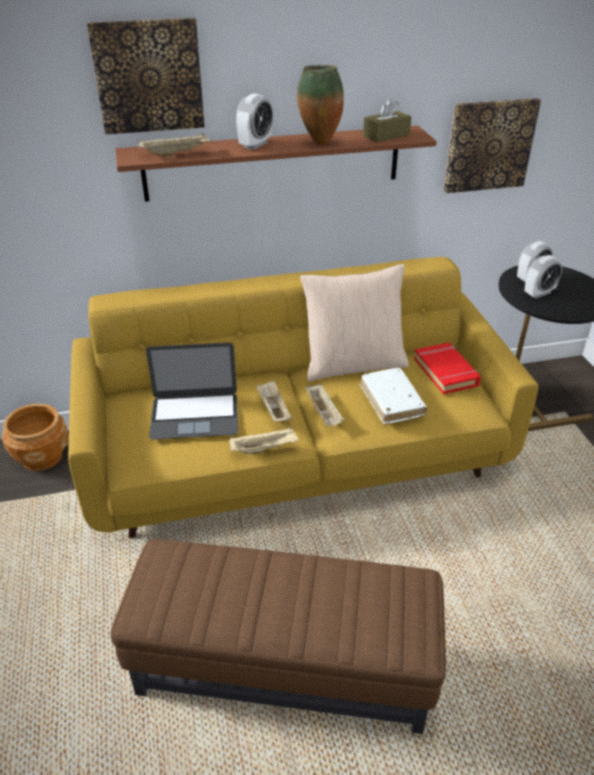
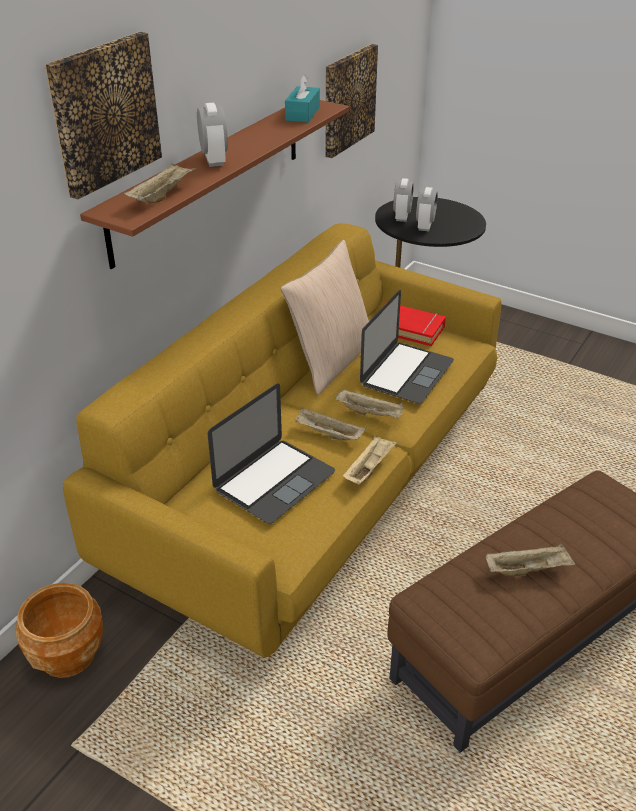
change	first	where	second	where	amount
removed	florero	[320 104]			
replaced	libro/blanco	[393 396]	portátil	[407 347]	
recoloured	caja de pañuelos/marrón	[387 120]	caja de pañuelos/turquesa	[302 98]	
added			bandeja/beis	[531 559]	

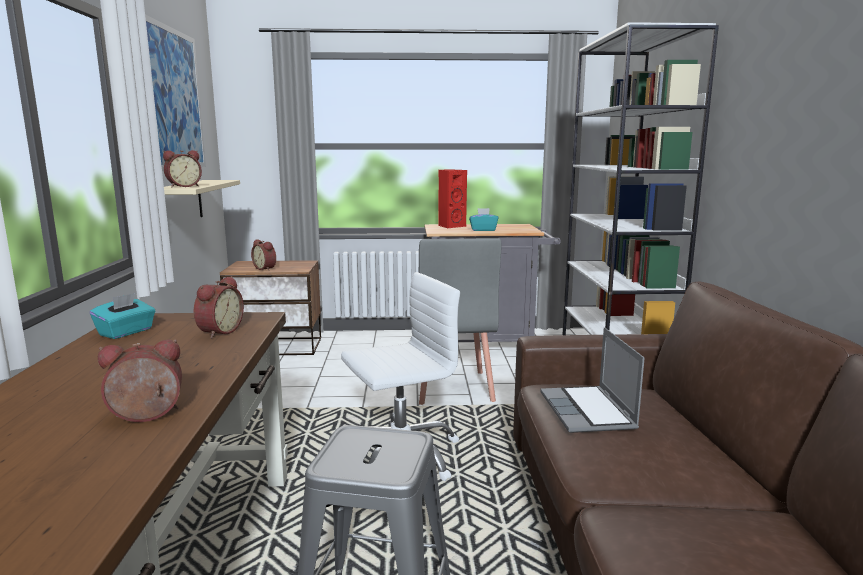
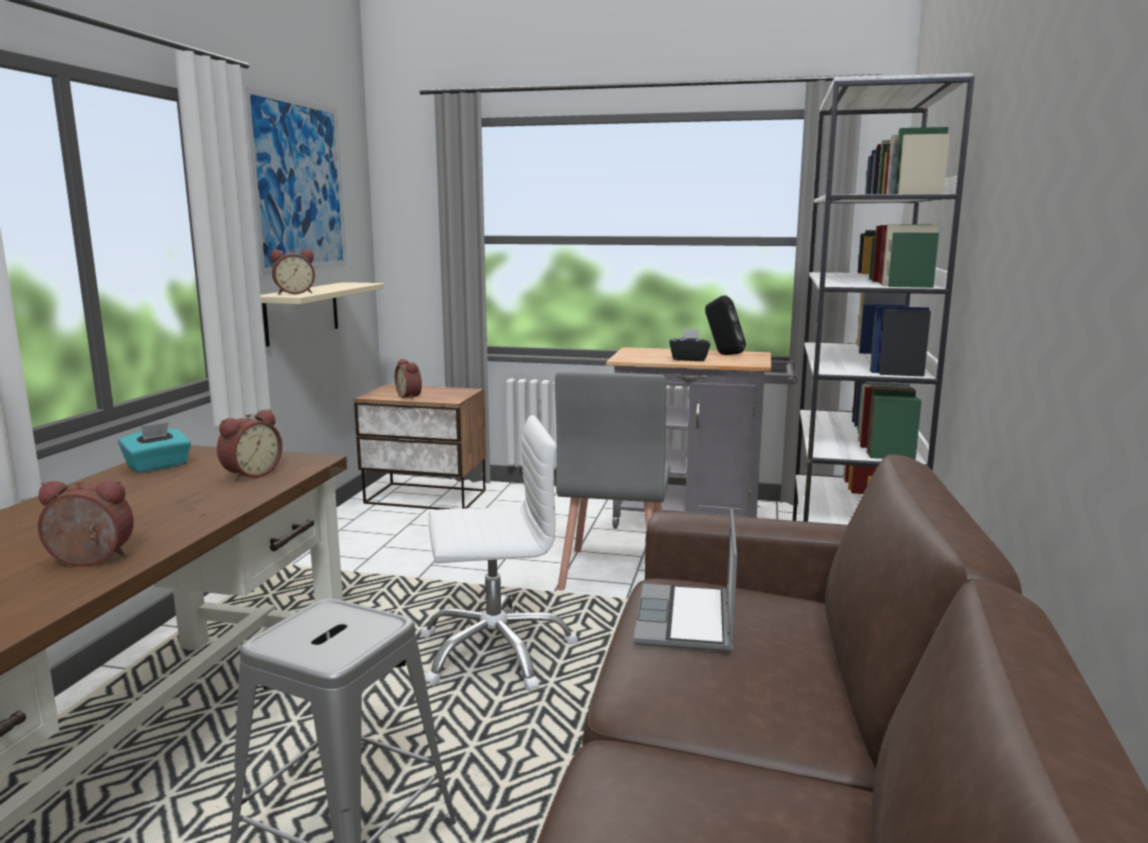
change	first	where	second	where	amount
removed	altavoz/rojo	[452 198]			
recoloured	caja de pañuelos/turquesa	[483 219]	caja de pañuelos/negro	[690 345]	
added			altavoz/negro	[725 325]	

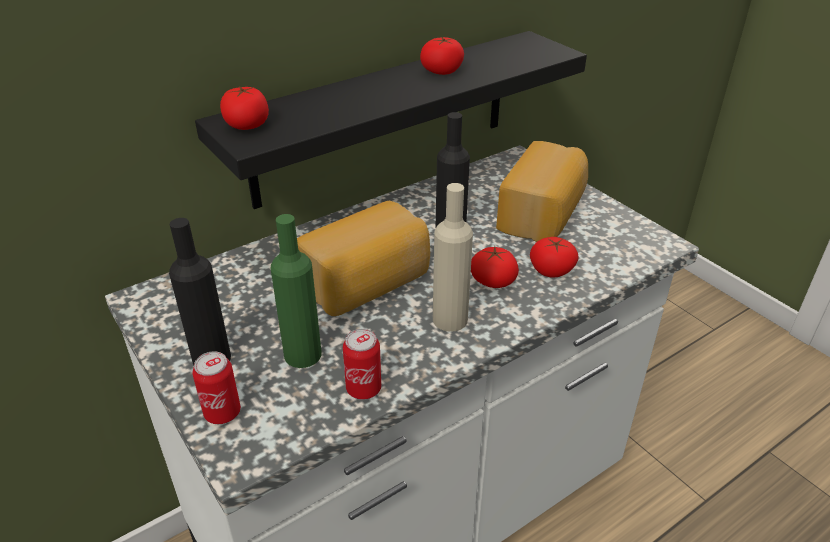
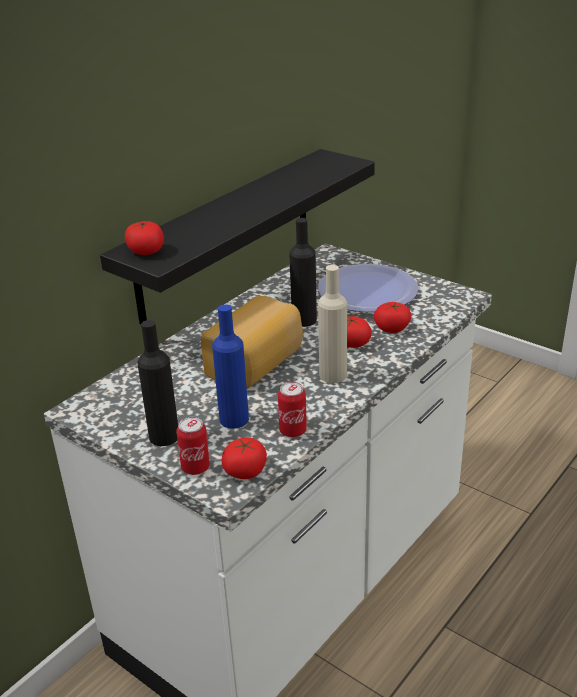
change	first	where	second	where	amount
recoloured	botella/verde	[296 291]	botella/azul	[230 366]	
moved	tomate	[442 56]		[244 458]	
replaced	pan	[542 191]	plato	[368 288]	

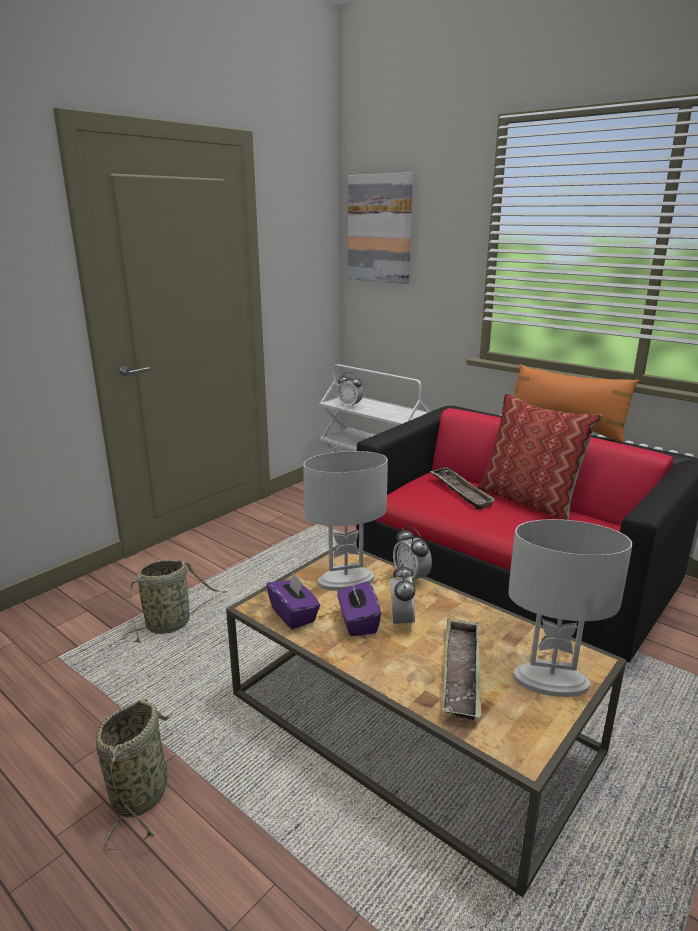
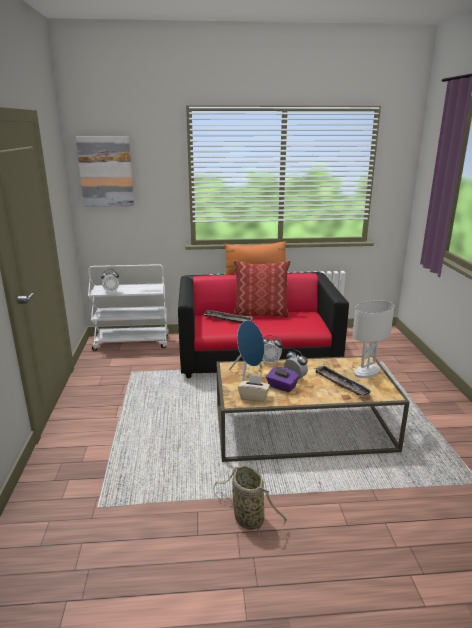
change	first	where	second	where	amount
removed	cesta	[174 601]			
recoloured	caja de pañuelos/morado	[293 601]	caja de pañuelos/beis	[254 388]	
replaced	lámpara de mesa/blanco	[345 521]	altavoz/azul	[247 350]	

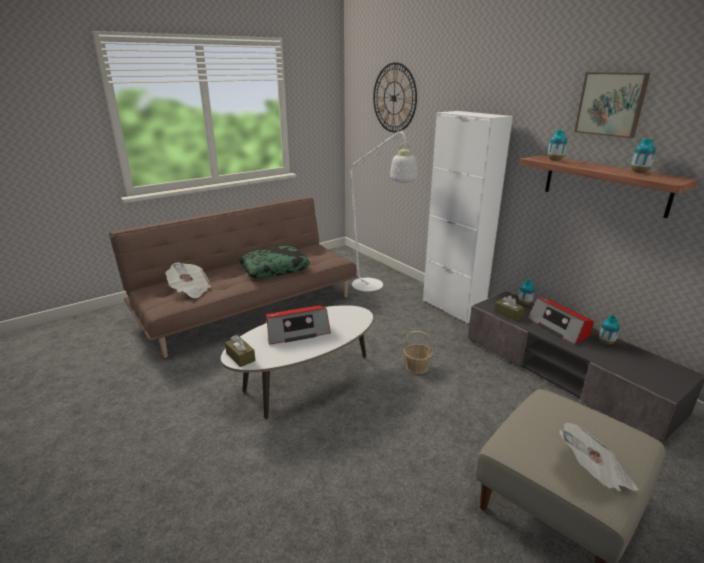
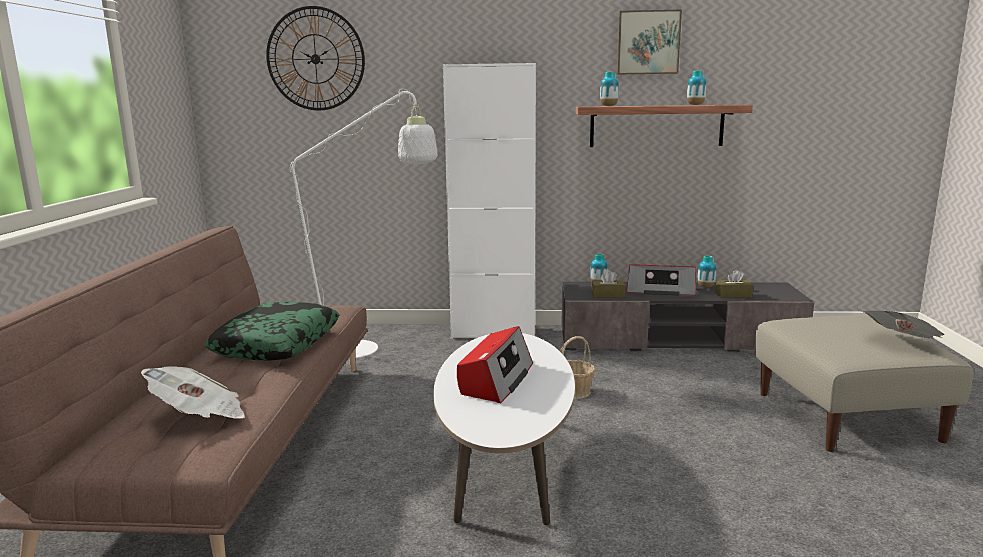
change	first	where	second	where	amount
moved	caja de pañuelos/marrón	[240 351]		[734 284]	

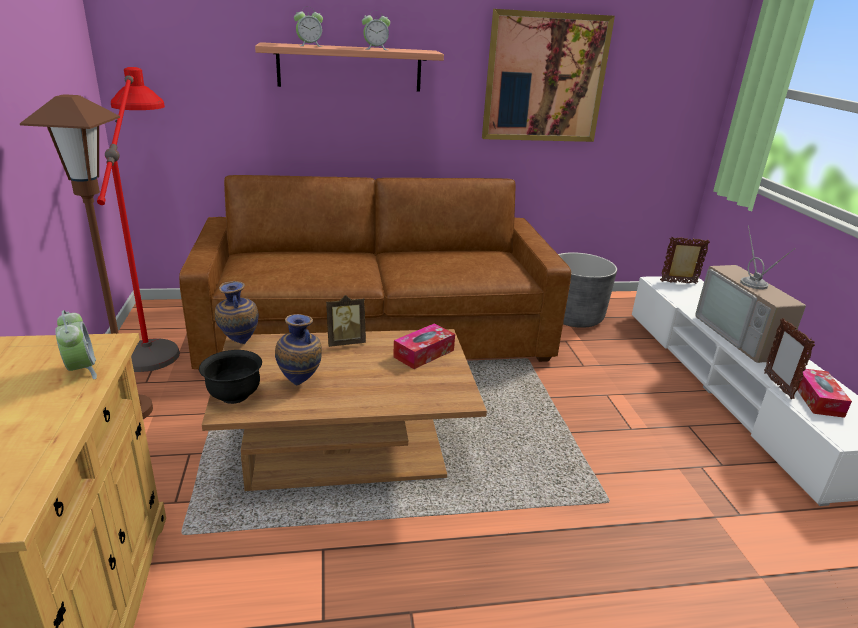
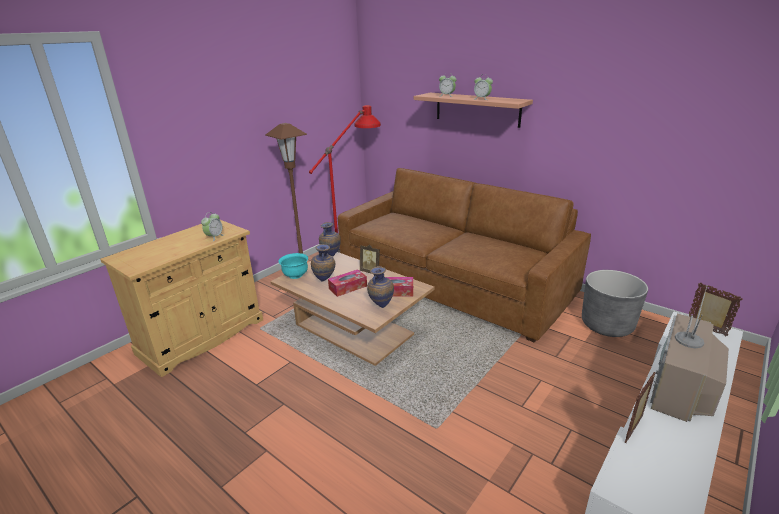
change	first	where	second	where	amount
recoloured	cuenco/negro	[230 377]	cuenco/turquesa	[293 266]	
removed	cuadro	[548 75]			
moved	caja de pañuelos	[824 393]		[347 283]	
added			florero	[380 287]	

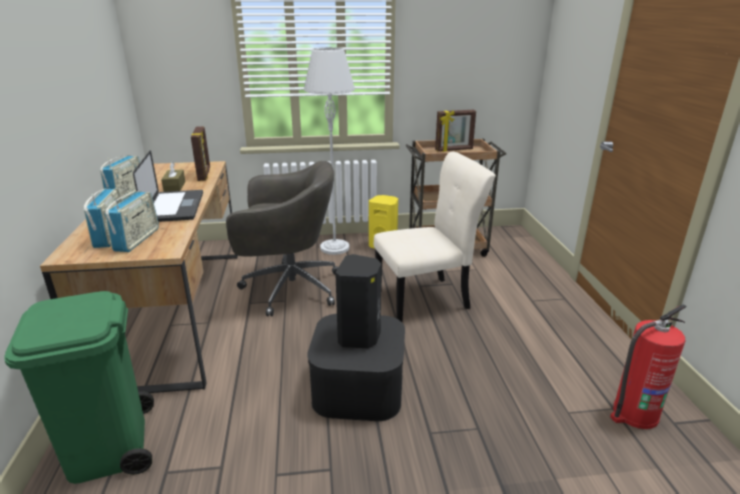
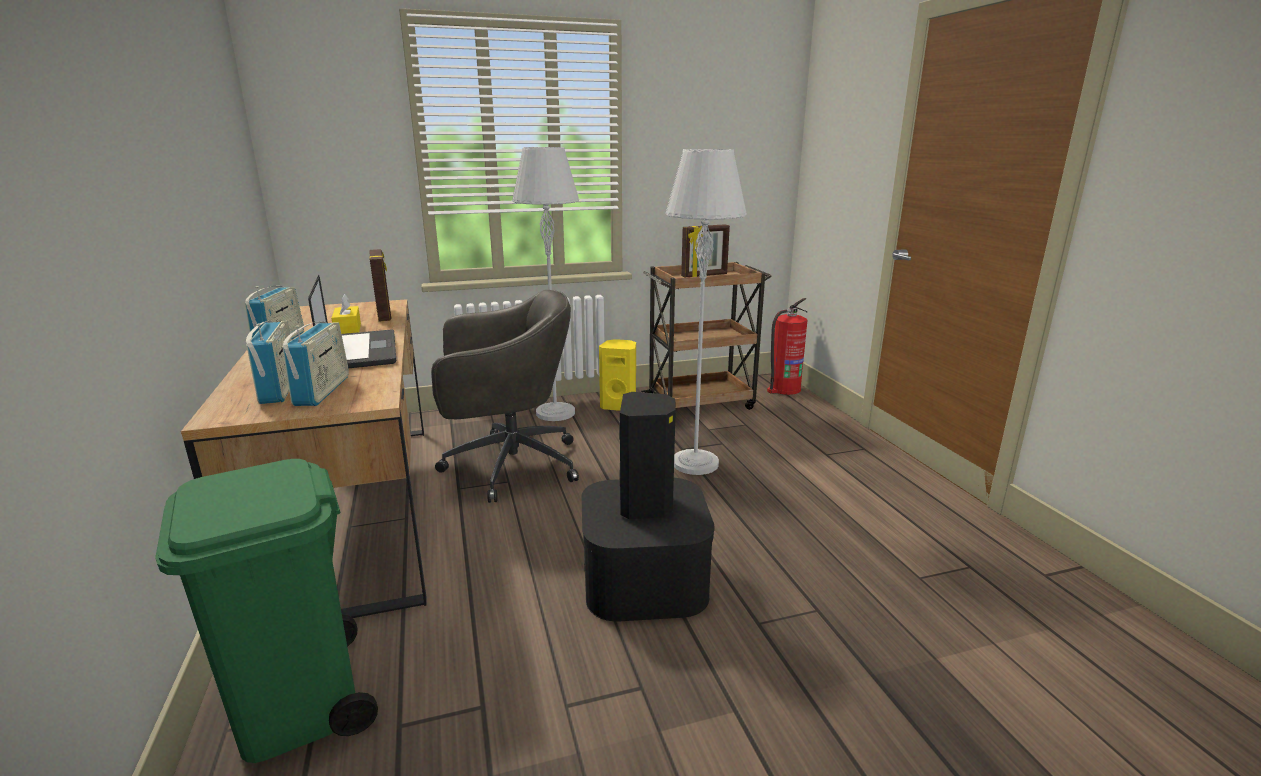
change	first	where	second	where	amount
recoloured	caja de pañuelos/marrón	[173 177]	caja de pañuelos/amarillo	[346 314]	
replaced	silla/beis	[435 237]	lámpara de pie/gris	[706 312]	
moved	extintor	[648 366]		[787 346]	

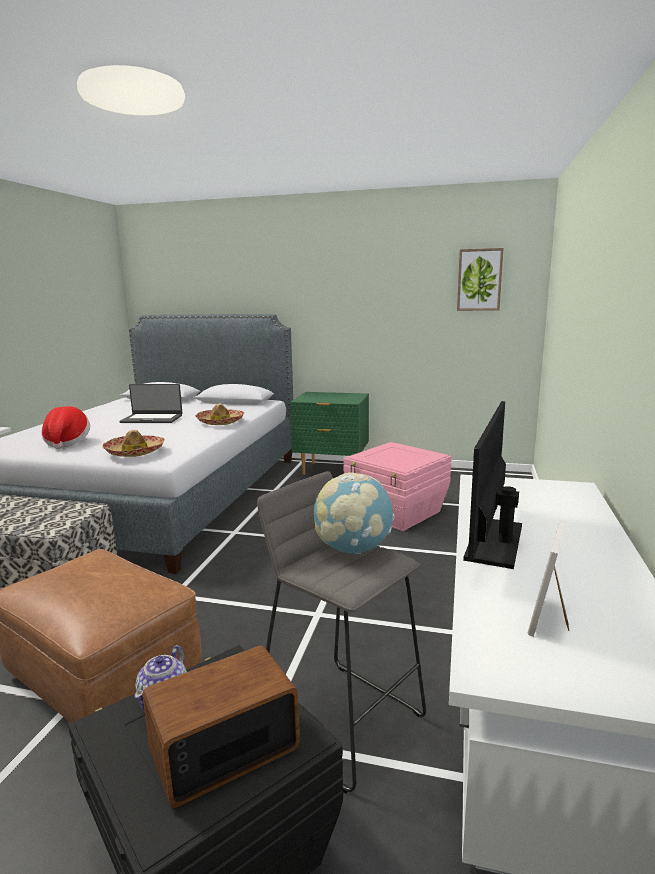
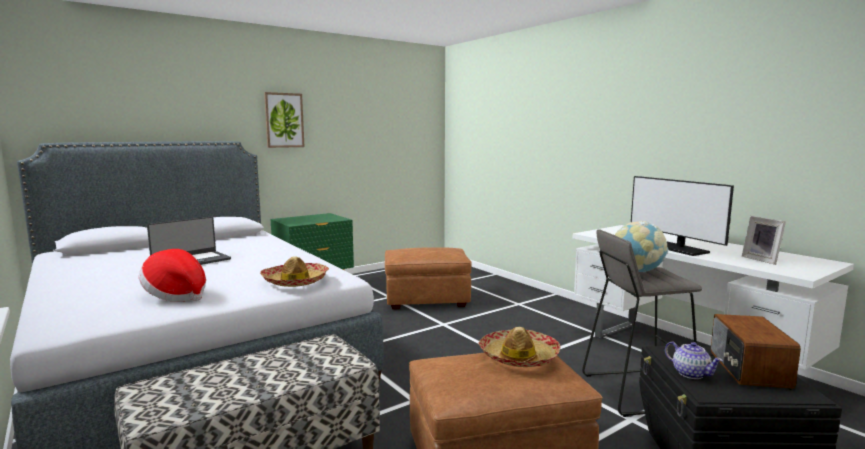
change	first	where	second	where	amount
moved	sombrero	[219 414]		[520 347]	
replaced	caja de almacenaje/rosa	[397 486]	puf/marrón	[428 278]	
moved	cuadro	[480 279]		[284 120]	

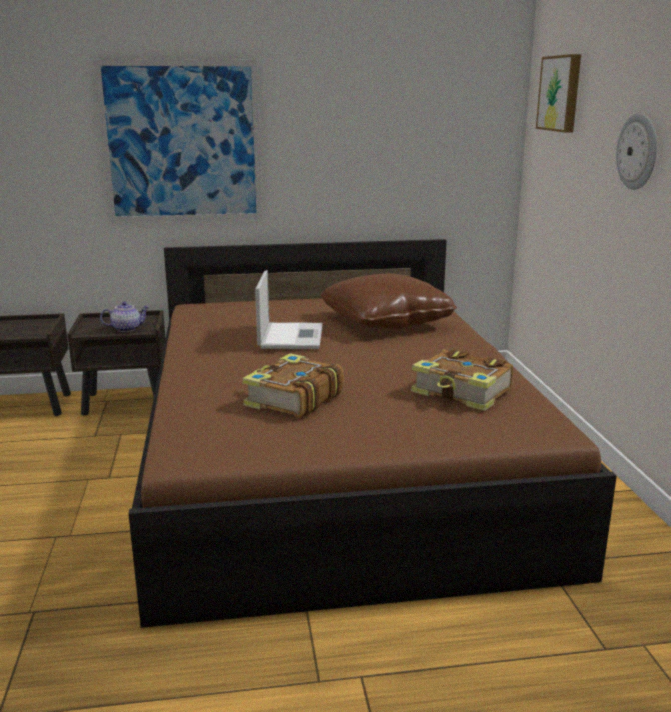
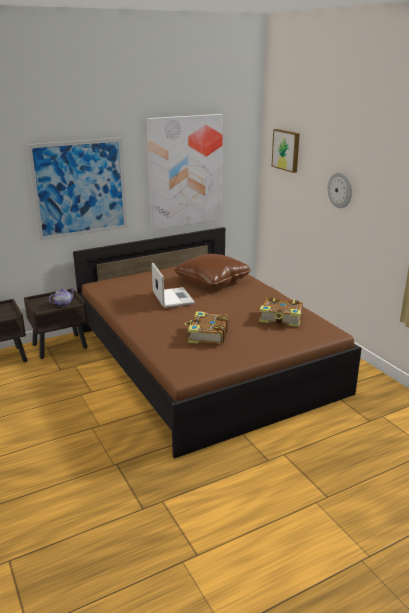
change	first	where	second	where	amount
added			cuadro	[185 172]	

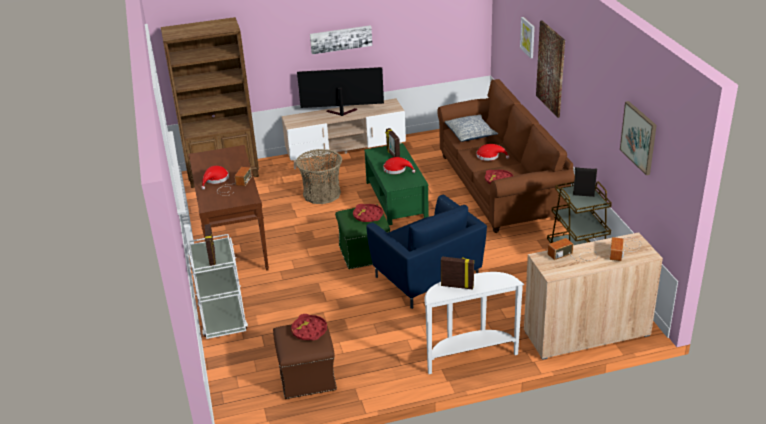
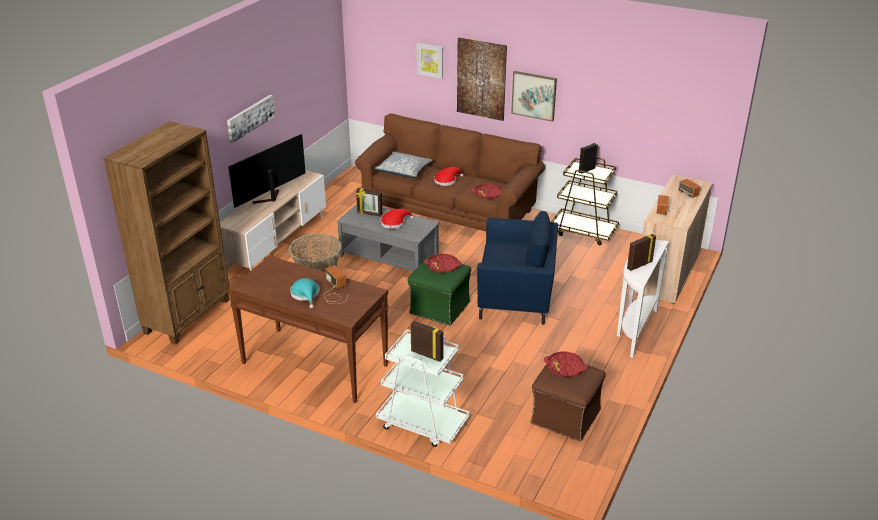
change	first	where	second	where	amount
recoloured	sombrero/rojo	[215 177]	sombrero/turquesa	[305 293]	
recoloured	mesa de centro/verde	[396 184]	mesa de centro/gris	[388 238]	
moved	cuadro	[638 138]		[534 96]	

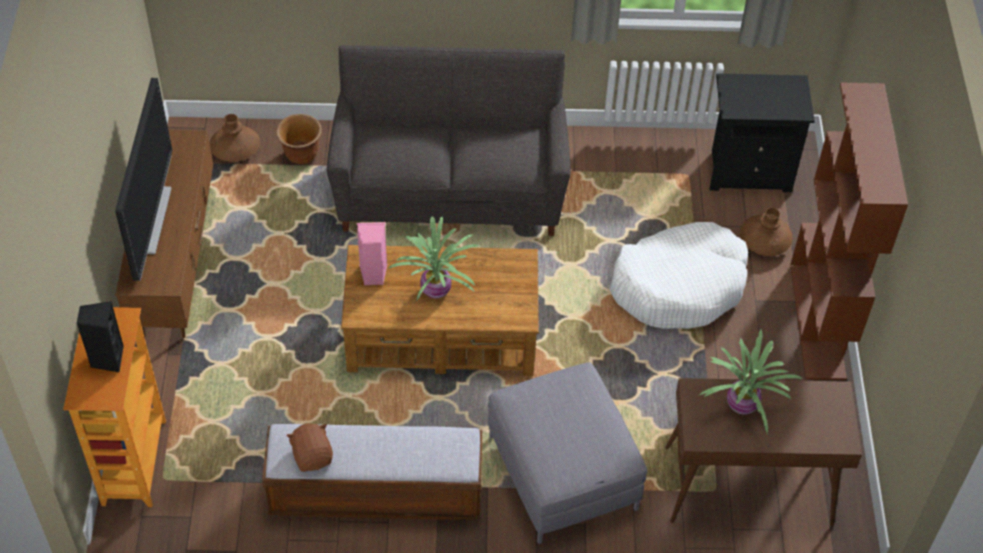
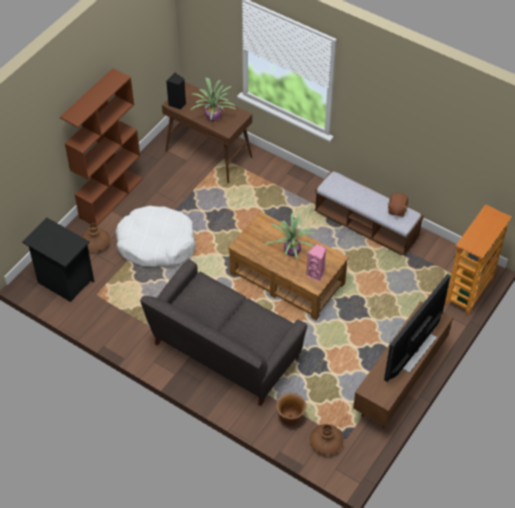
change	first	where	second	where	amount
moved	altavoz/negro	[100 336]		[176 91]	
removed	puf/gris	[567 453]			

